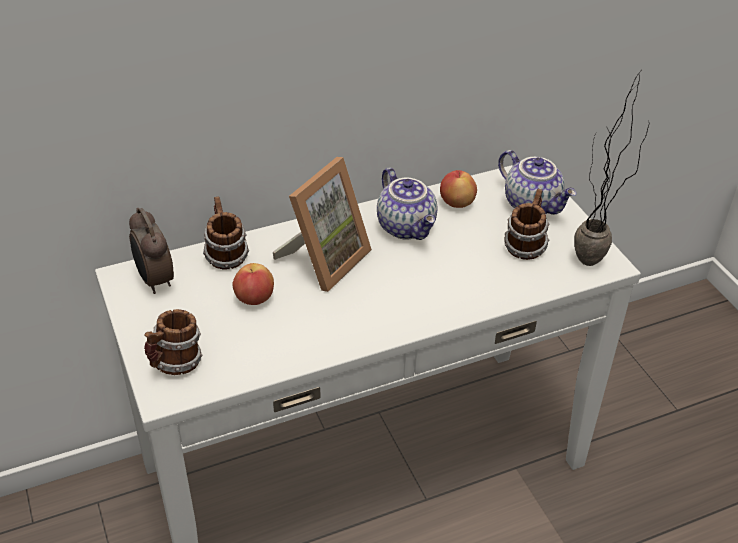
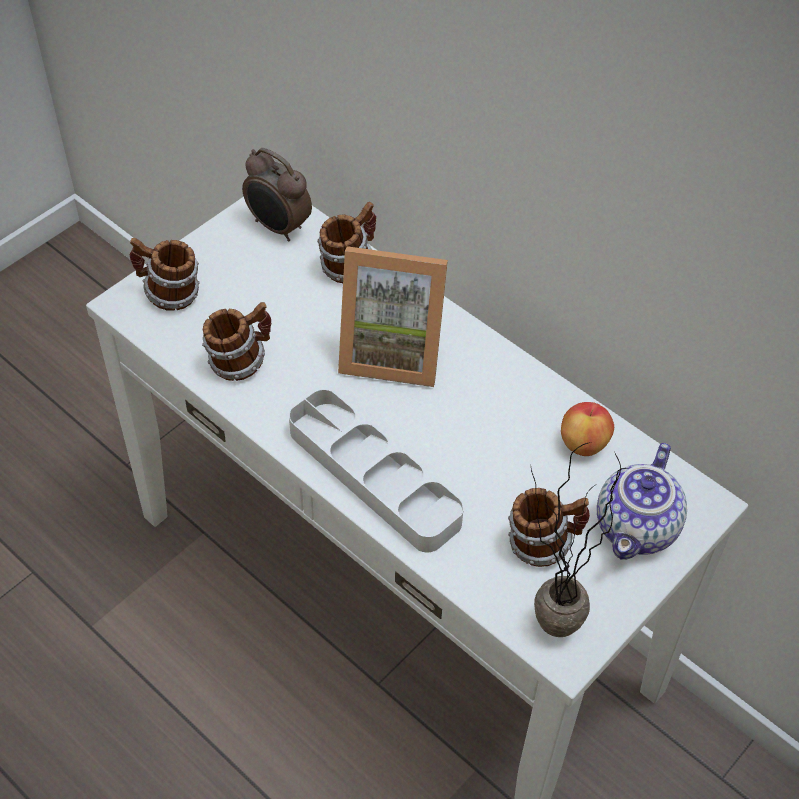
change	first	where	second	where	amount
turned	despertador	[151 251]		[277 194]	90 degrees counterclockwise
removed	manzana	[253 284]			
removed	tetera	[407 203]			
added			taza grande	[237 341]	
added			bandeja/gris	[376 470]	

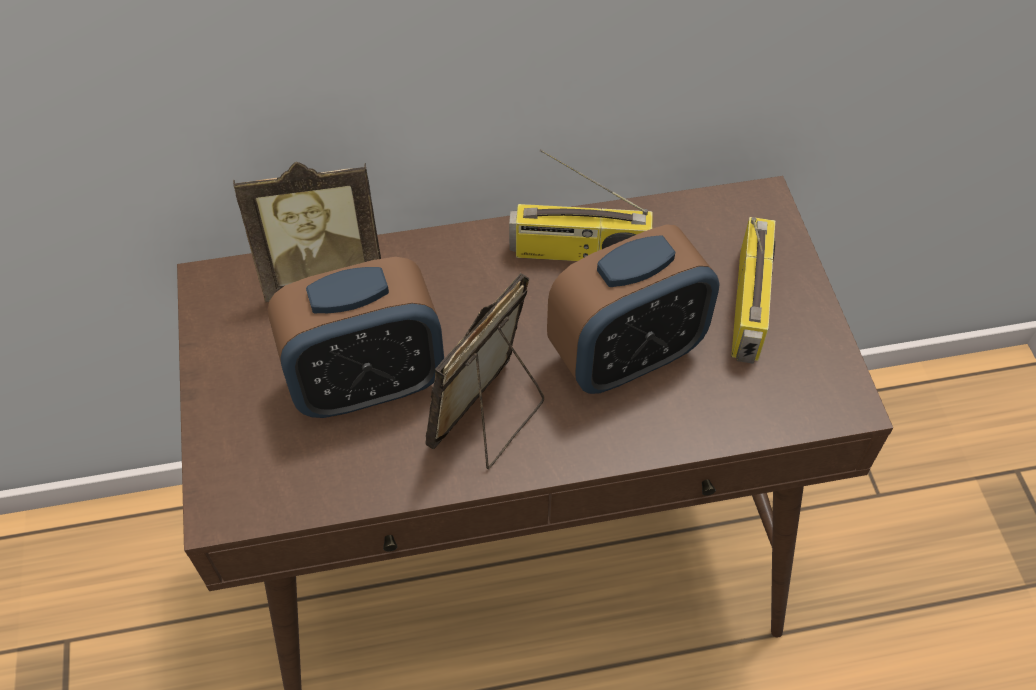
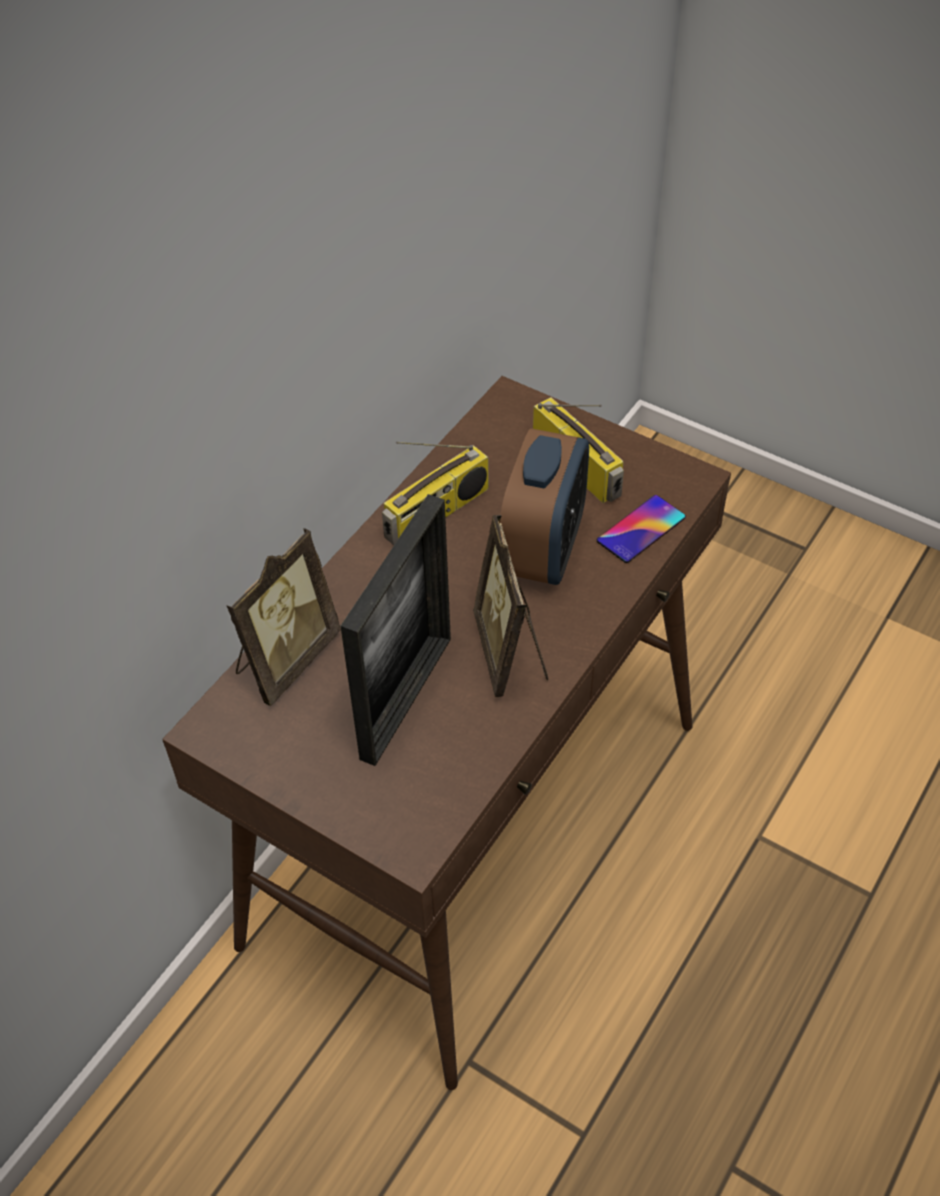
change	first	where	second	where	amount
replaced	despertador	[356 337]	portarretratos	[396 630]	
added			móvil	[641 529]	

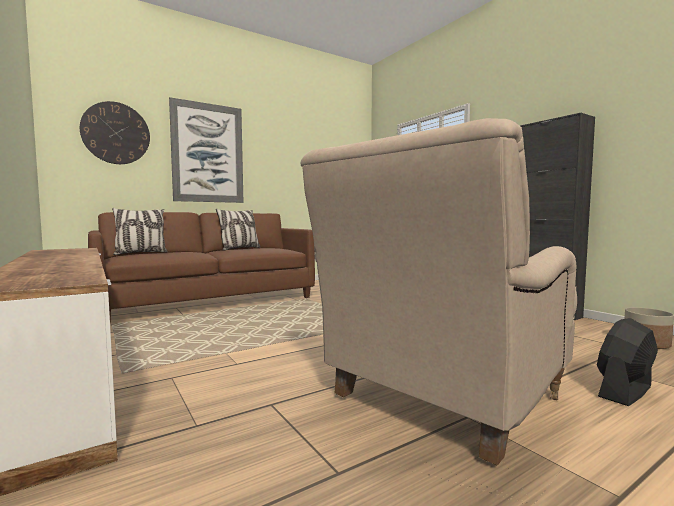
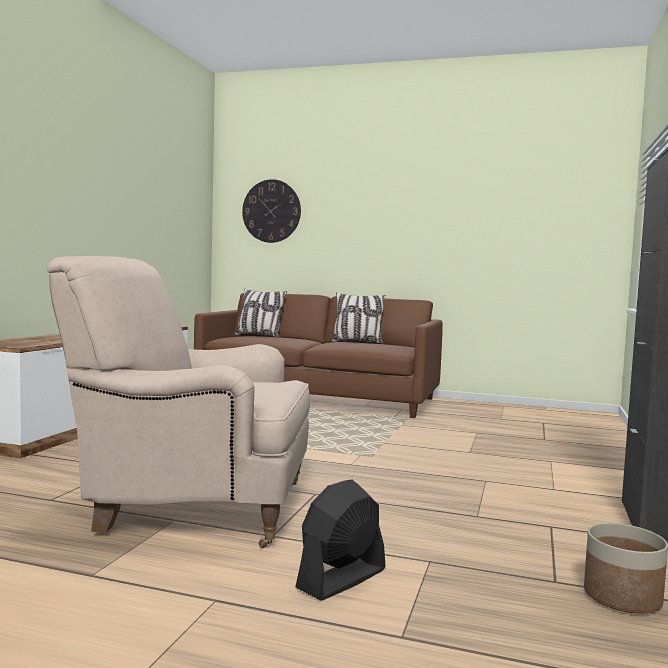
change	first	where	second	where	amount
removed	cuadro	[206 150]			
turned	ventilador/negro	[627 362]		[340 539]	60 degrees counterclockwise

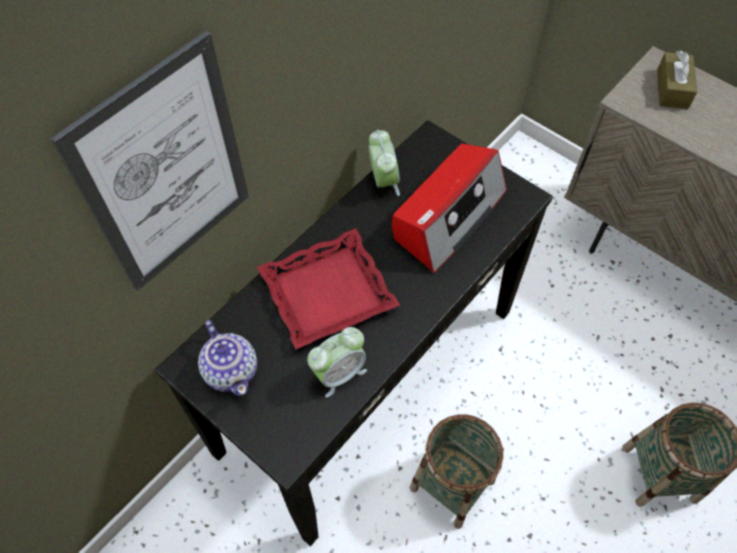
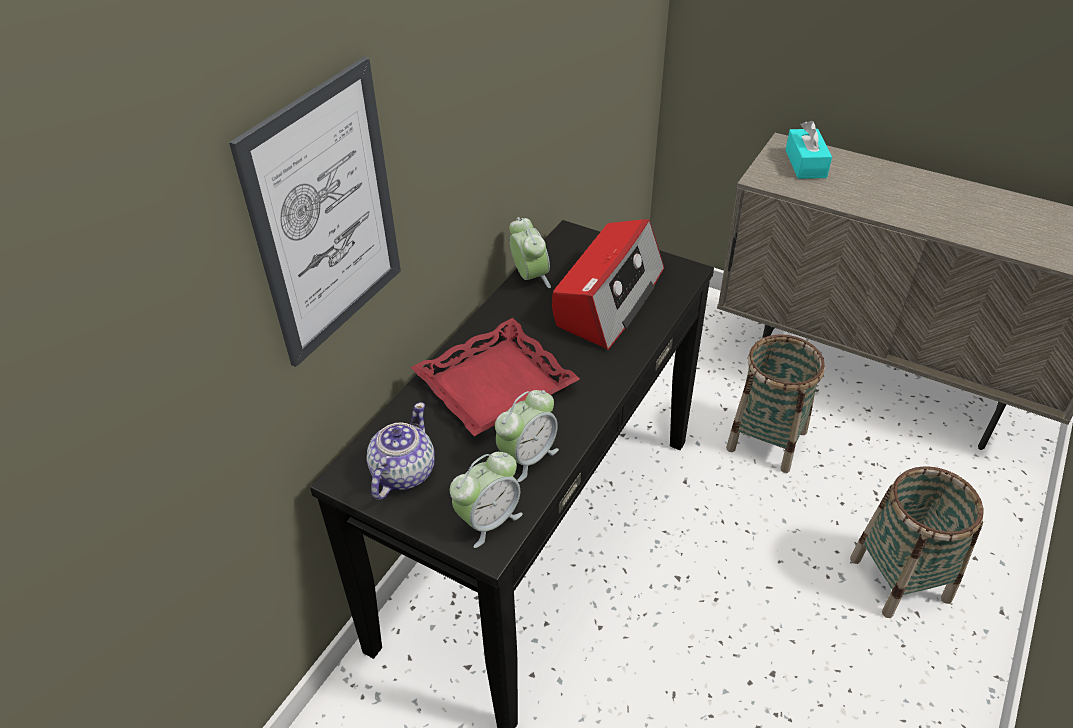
change	first	where	second	where	amount
turned	tetera	[227 358]		[400 451]	120 degrees counterclockwise
moved	cesta	[457 471]		[775 403]	
recoloured	caja de pañuelos/marrón	[677 80]	caja de pañuelos/turquesa	[809 150]	
added			despertador	[486 500]	

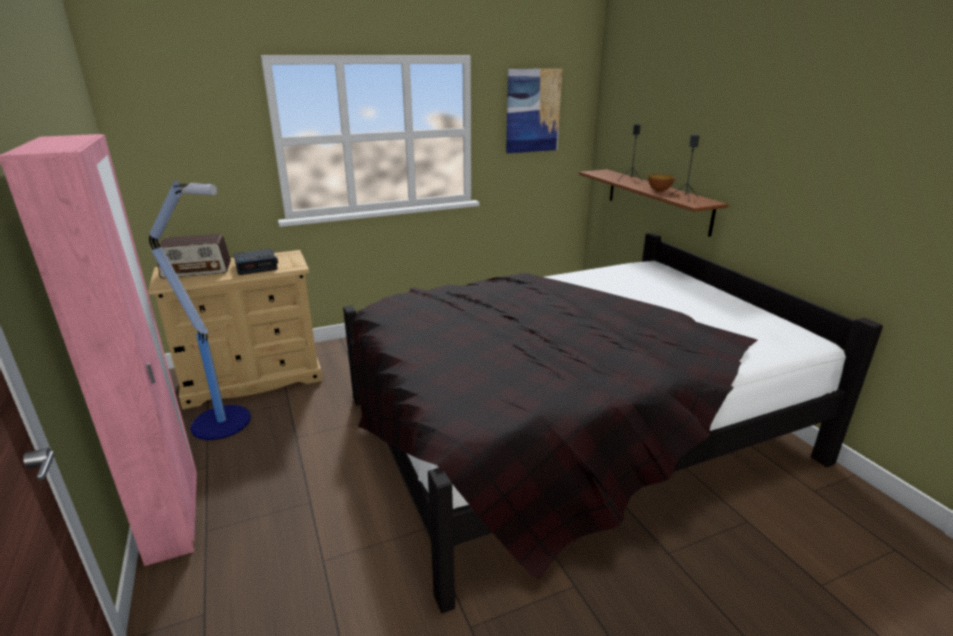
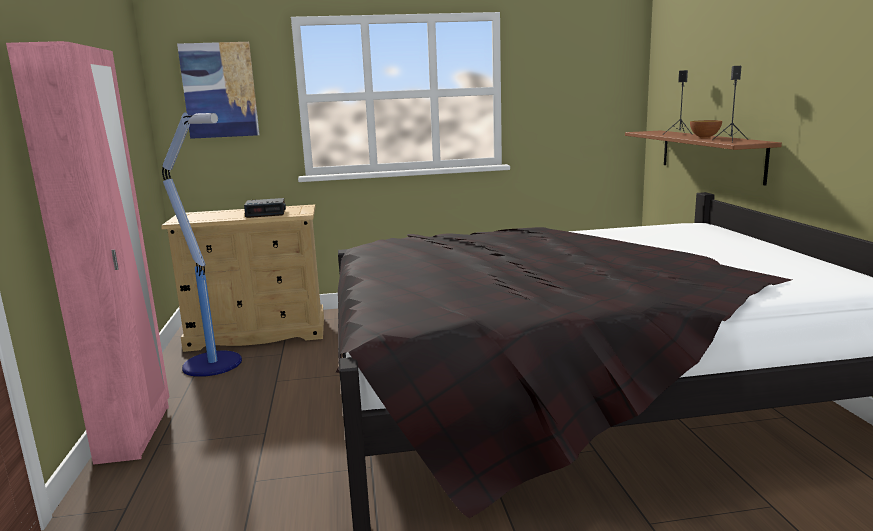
change	first	where	second	where	amount
removed	radio	[194 256]			
moved	cuadro	[534 111]		[218 90]	

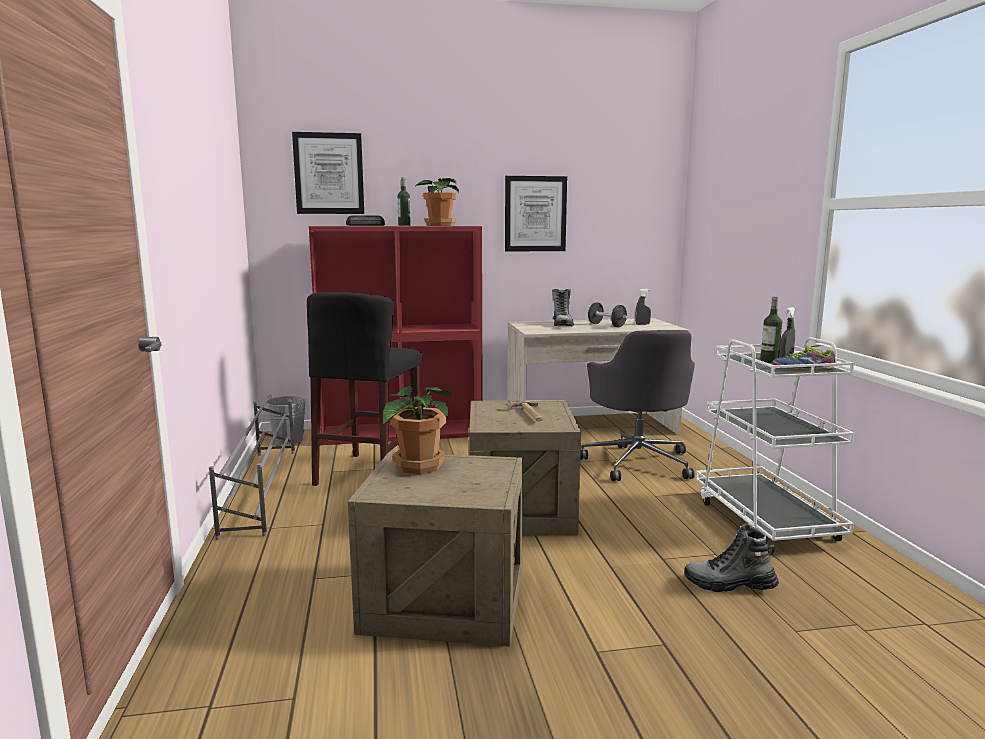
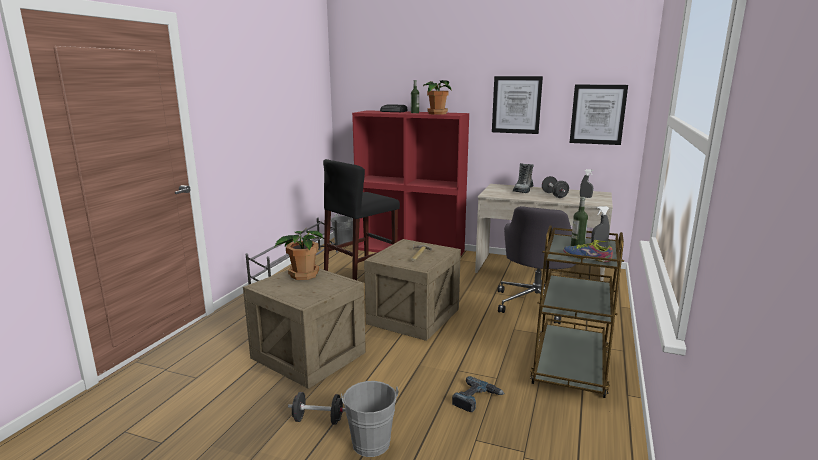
change	first	where	second	where	amount
moved	cuadro	[328 173]		[599 114]	
replaced	bota	[731 558]	taladro	[478 394]	
recoloured	carrito/blanco	[774 439]	carrito/marrón	[577 311]	
added			mancuerna/negro	[317 408]	
added			cubo/gris	[370 419]	

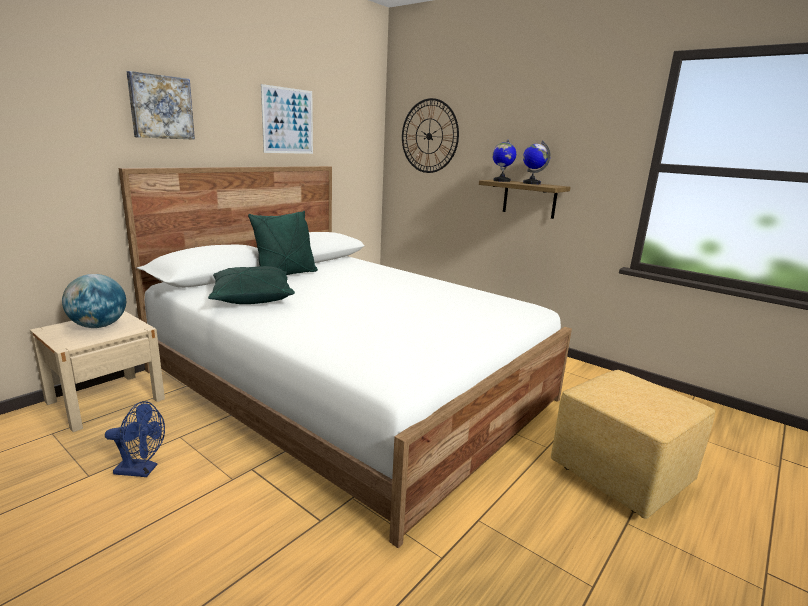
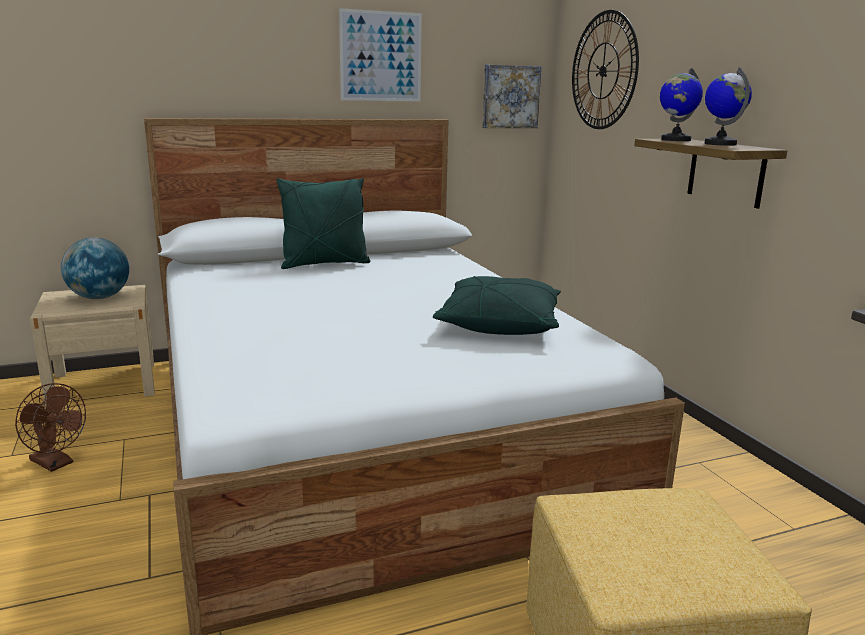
change	first	where	second	where	amount
recoloured	ventilador/azul	[135 439]	ventilador/marrón	[50 427]	
moved	cuadro	[161 105]		[511 96]	
moved	cojín/verde	[251 285]		[497 305]	

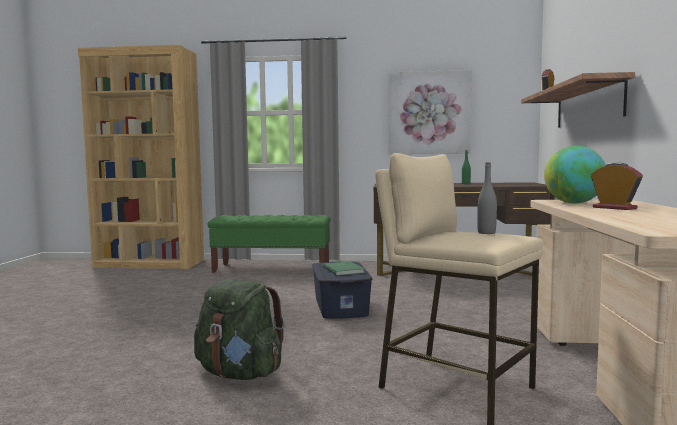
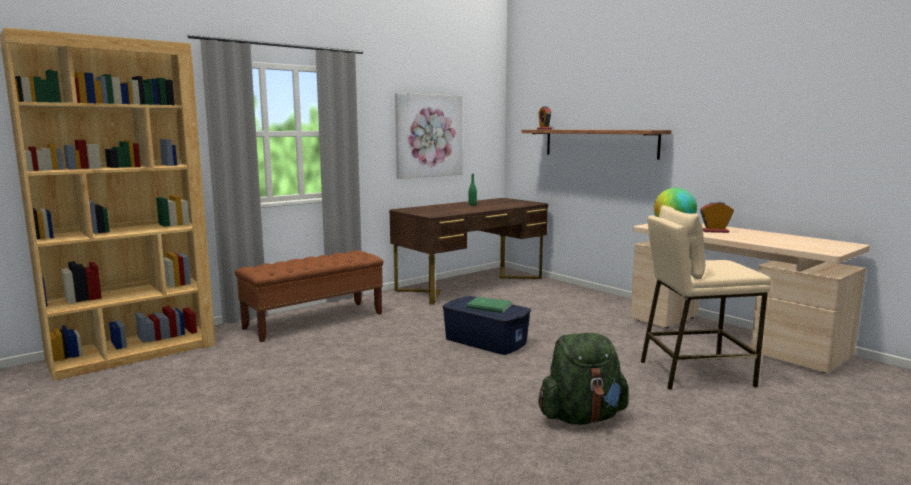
change	first	where	second	where	amount
recoloured	banco/verde	[269 244]	banco/marrón	[309 296]	
removed	botella/gris	[487 198]			

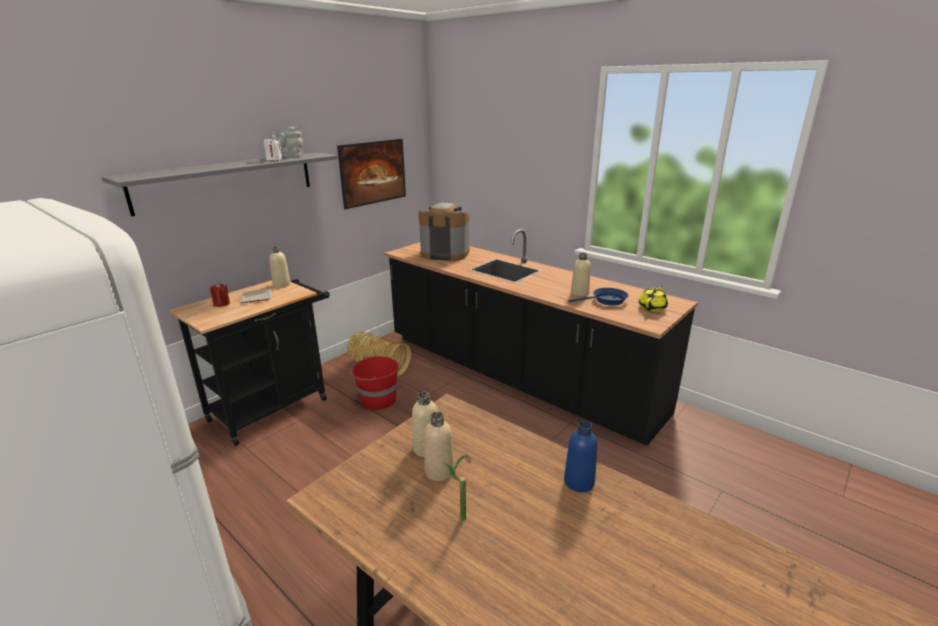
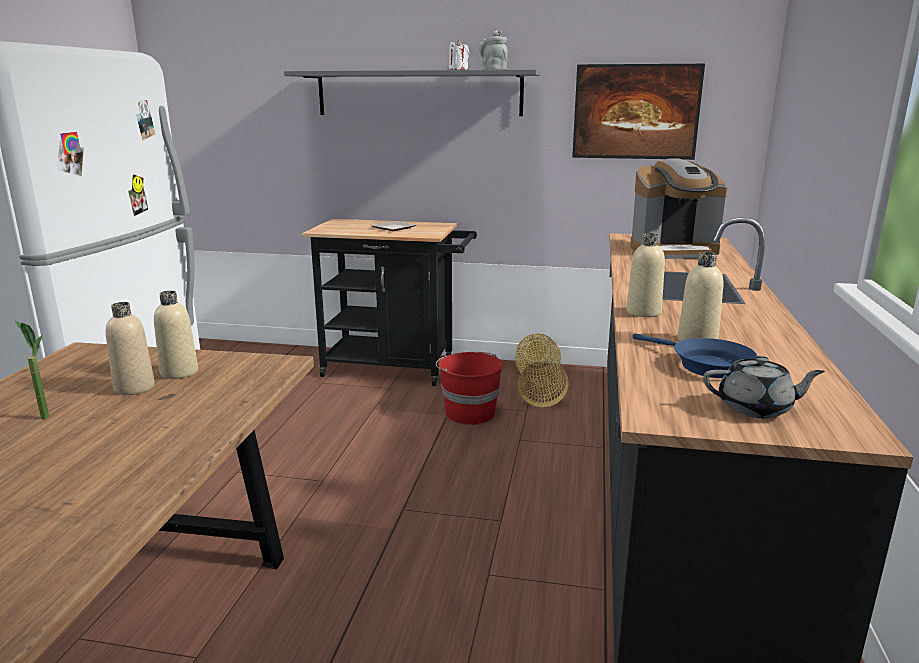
change	first	where	second	where	amount
removed	vela/rojo	[220 295]			
moved	botella/beis	[280 267]		[645 275]	
turned	cafetera	[444 231]		[679 208]	105 degrees clockwise
removed	botella/azul	[581 456]			
recoloured	tetera/amarillo	[653 299]	tetera/gris	[764 387]	

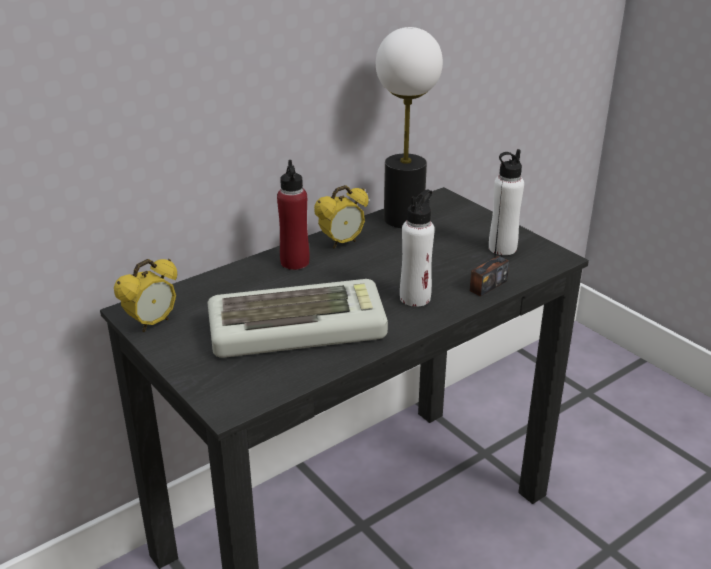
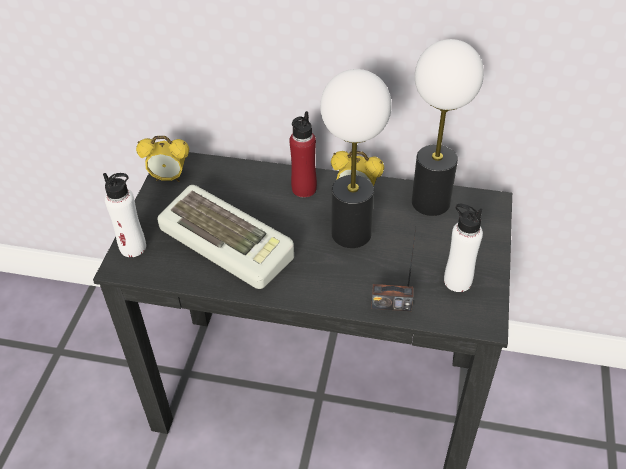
change	first	where	second	where	amount
moved	botella/blanco	[417 248]		[124 215]	
added			lámpara de mesa	[356 158]	

